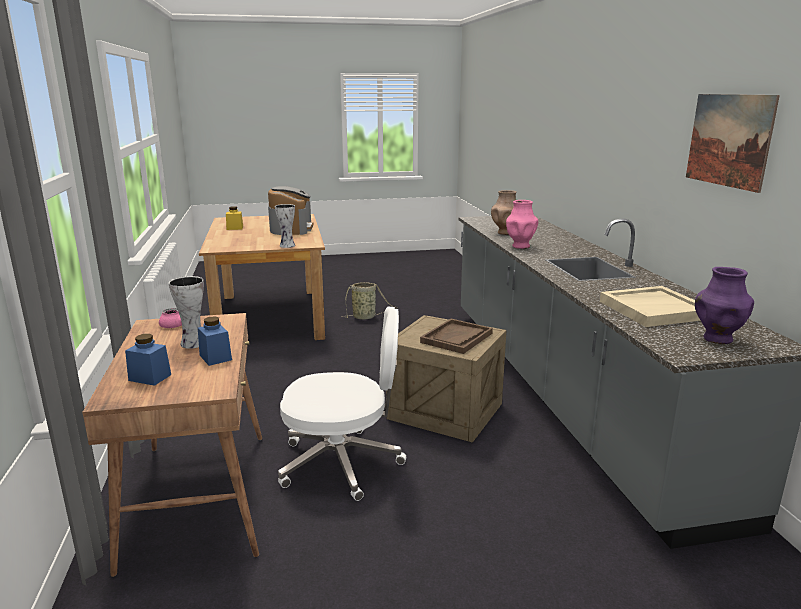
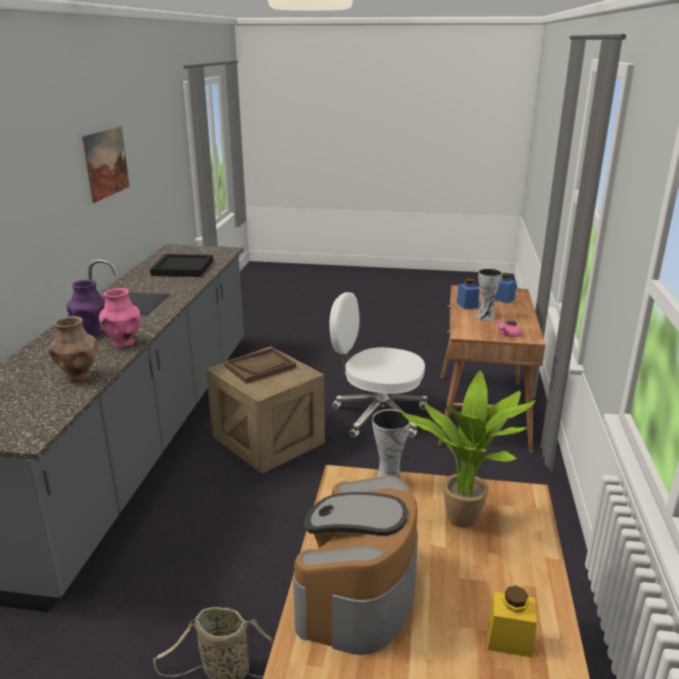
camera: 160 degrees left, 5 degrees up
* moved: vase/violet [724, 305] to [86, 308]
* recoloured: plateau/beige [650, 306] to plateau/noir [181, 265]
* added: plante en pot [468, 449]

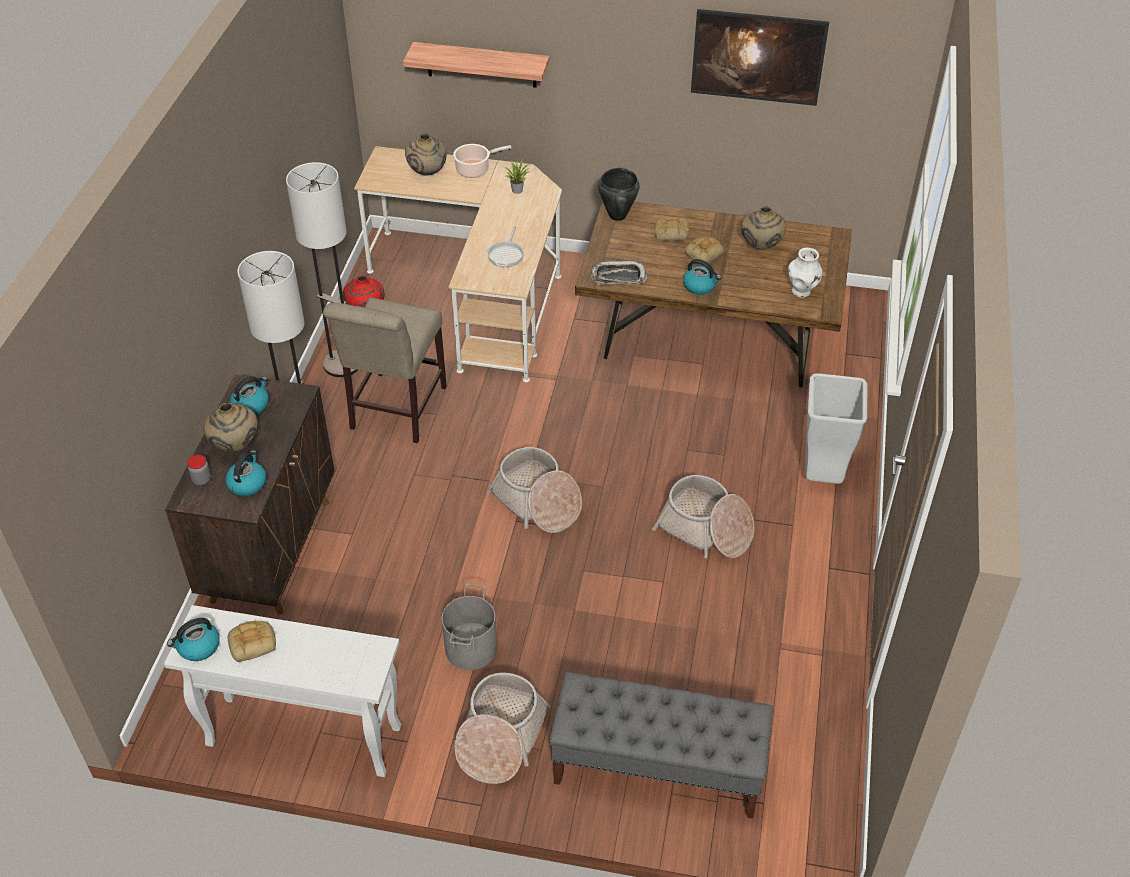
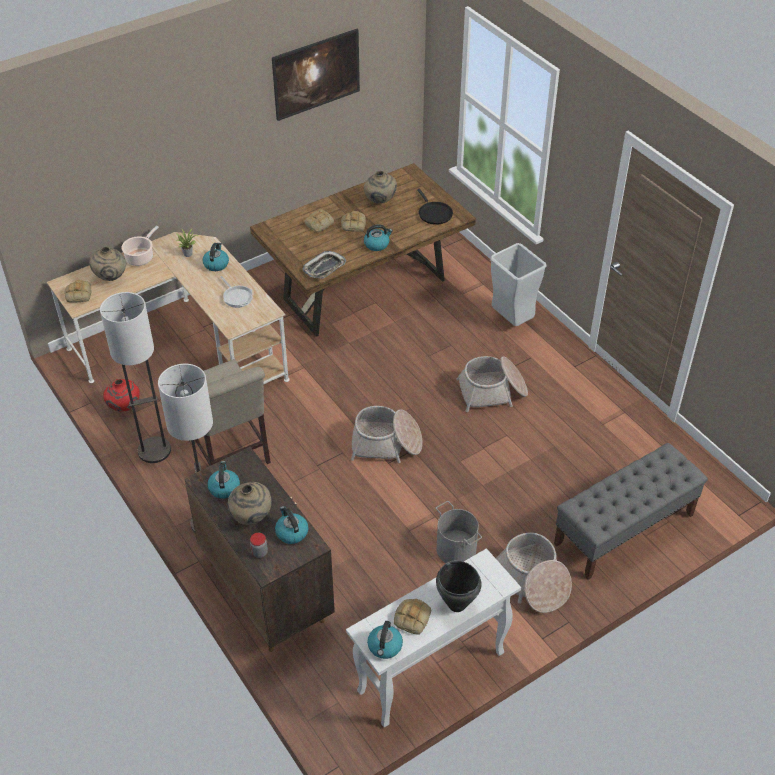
camera: 45 degrees left, 0 degrees up
* added: pain [78, 291]
* added: bouilloire [216, 257]
* replaced: vase/blanc [805, 272] to poêle/noir [435, 207]
* moved: marmite/noir [619, 194] to [459, 586]
* removed: étagère [476, 65]

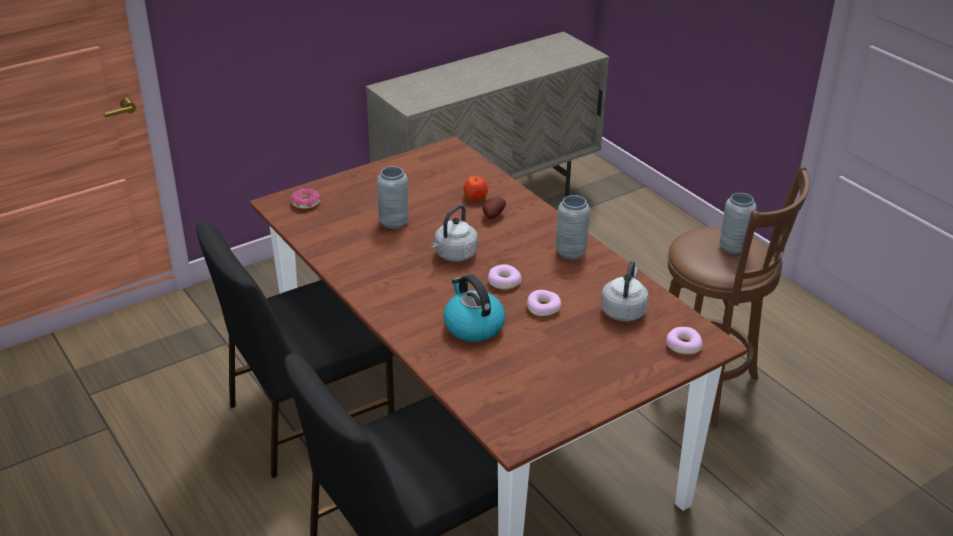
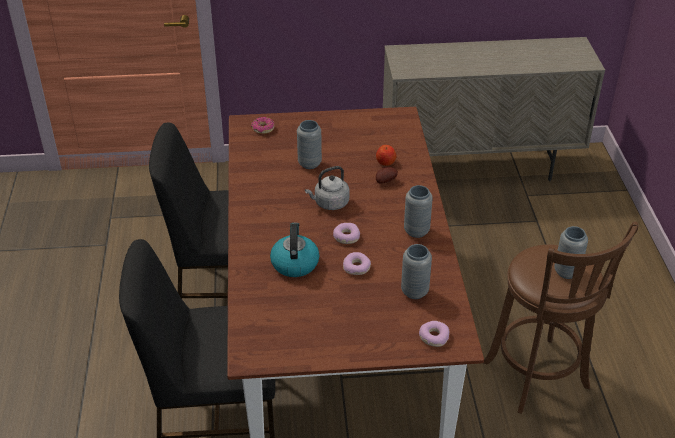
camera: 30 degrees right, 5 degrees up
* replaced: bouilloire/gris [625, 291] to vase/gris [416, 271]

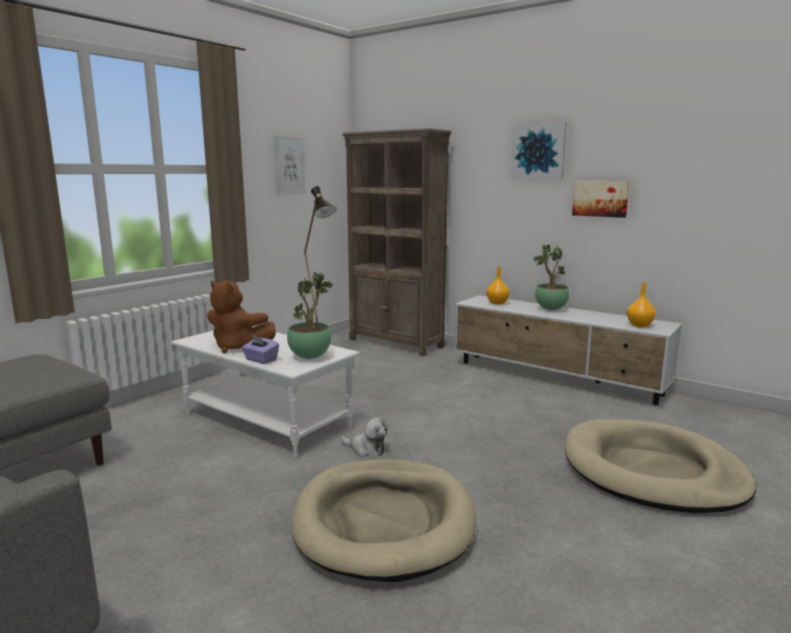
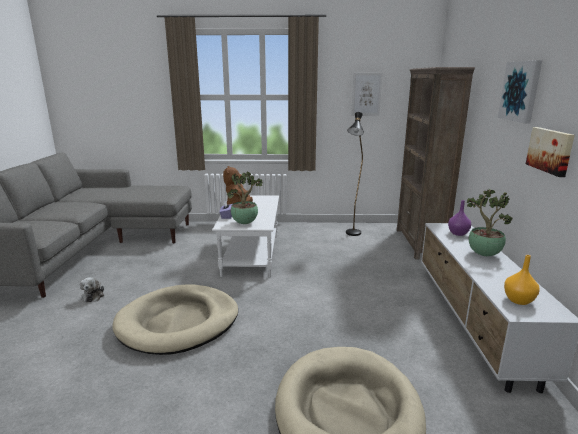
camera: 55 degrees right, 5 degrees up
* moved: peluche [364, 437] to [92, 289]
* recoloured: vase/orange [498, 285] to vase/violet [459, 218]

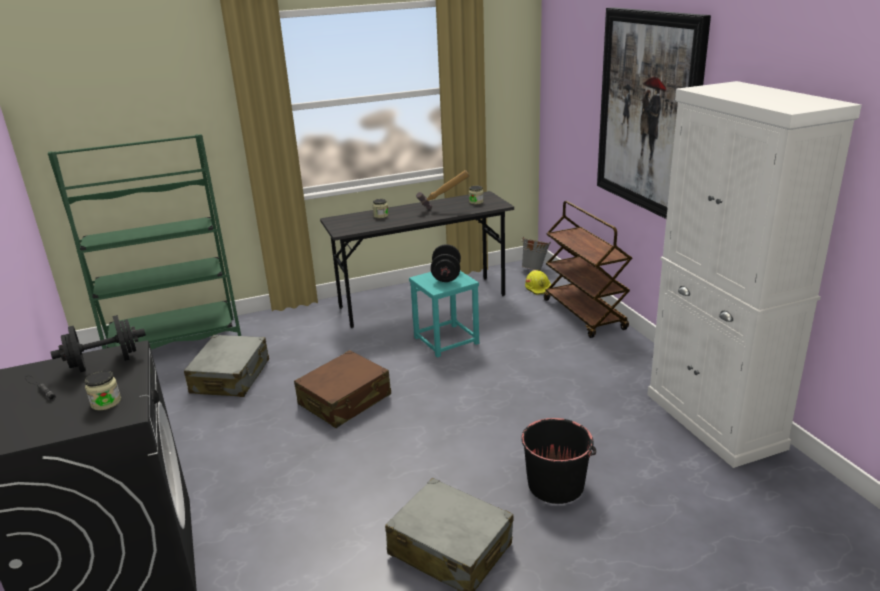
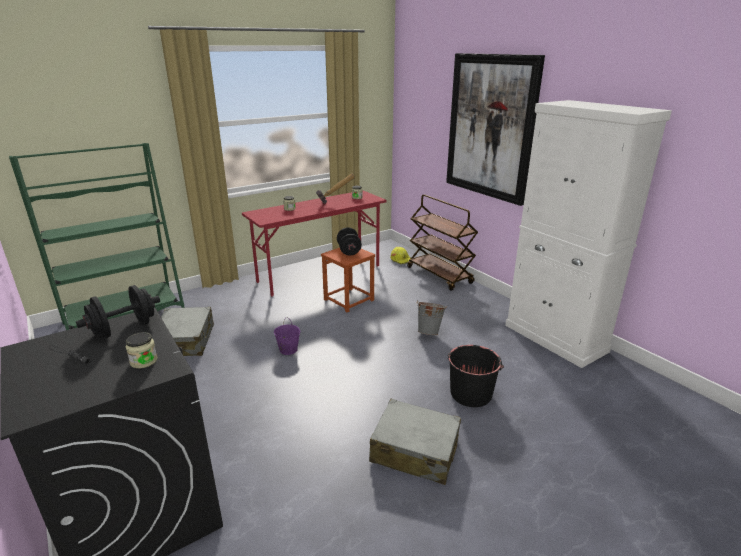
camera: 15 degrees left, 0 degrees up
* recoloured: bureau/gris [417, 259] to bureau/rouge [314, 244]
* replaced: valise/marron [342, 389] to seau/violet [287, 336]
* recoloured: tabouret/turquoise [444, 314] to tabouret/marron [348, 280]
* moved: seau/gris [536, 253] to [432, 317]

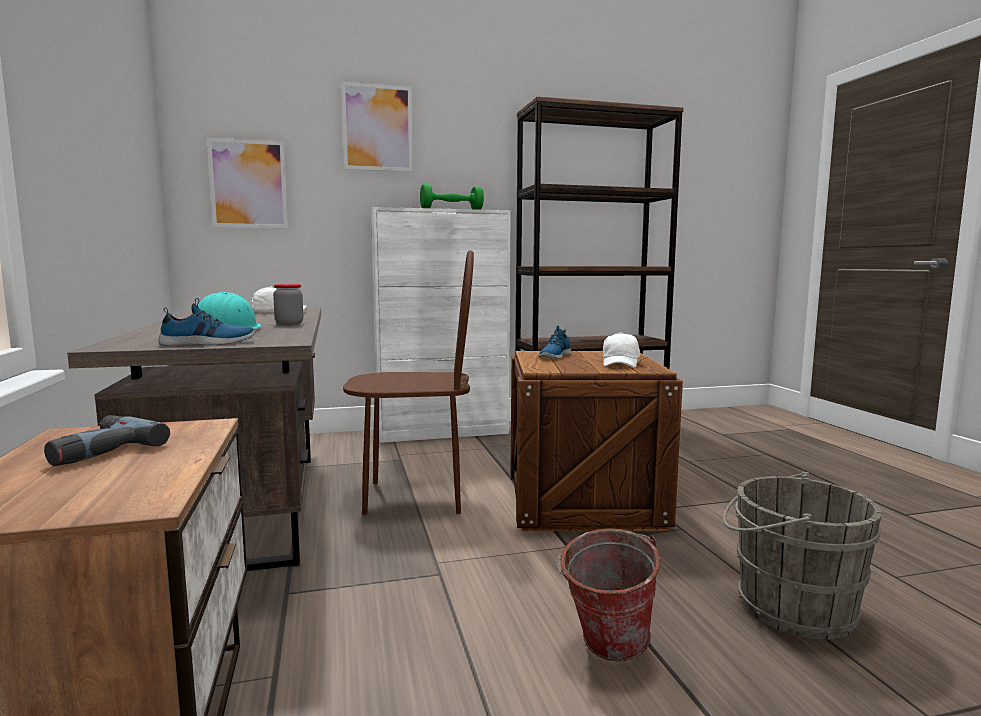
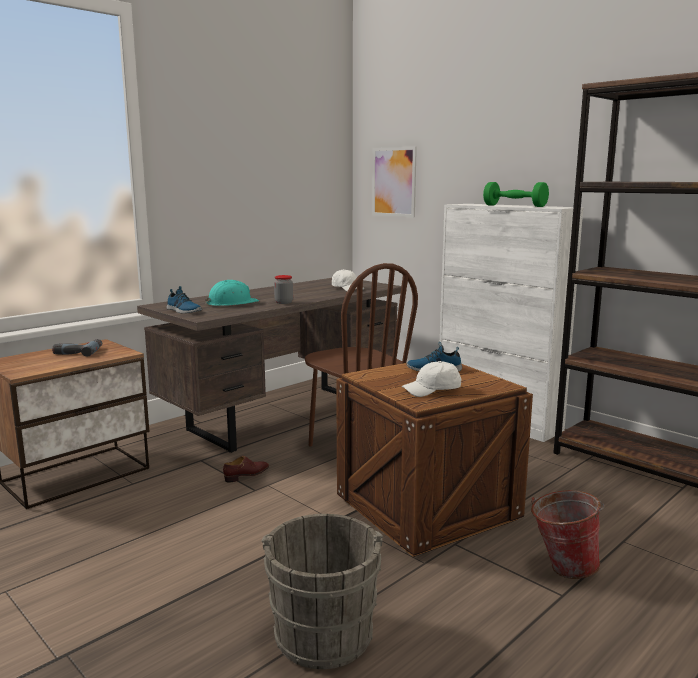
camera: 60 degrees right, 5 degrees up
* added: chaussure/marron [246, 469]
* moved: seau [608, 594] to [568, 534]
* removed: tableau [377, 127]

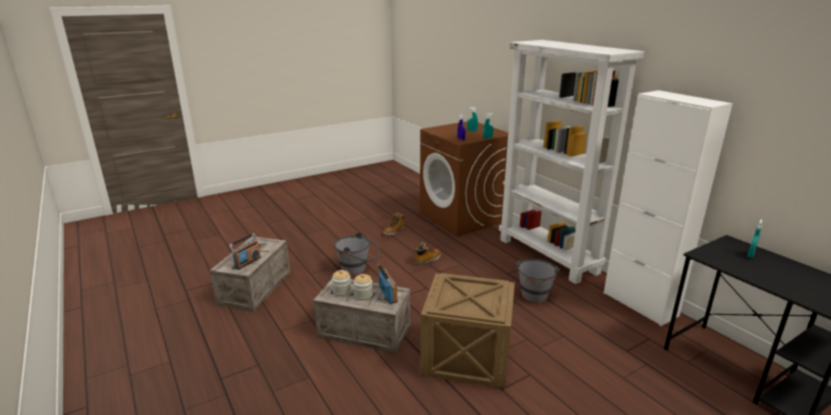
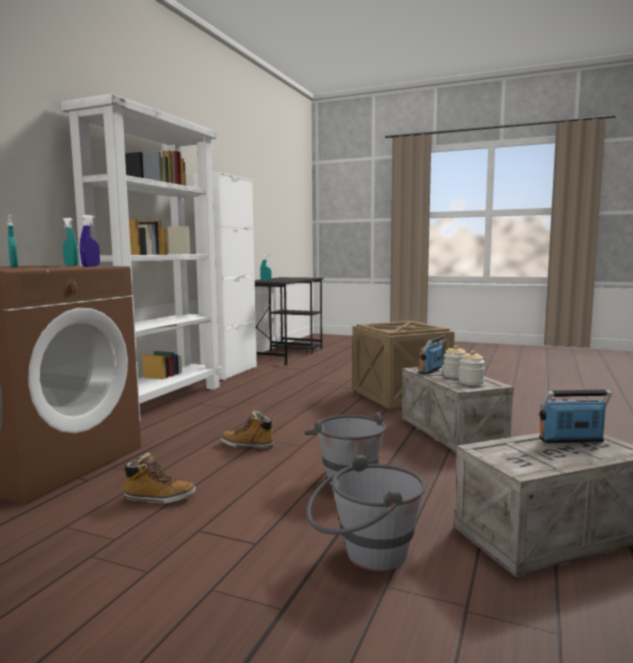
camera: 125 degrees left, 15 degrees down
* moved: seau/gris [538, 281] to [366, 513]

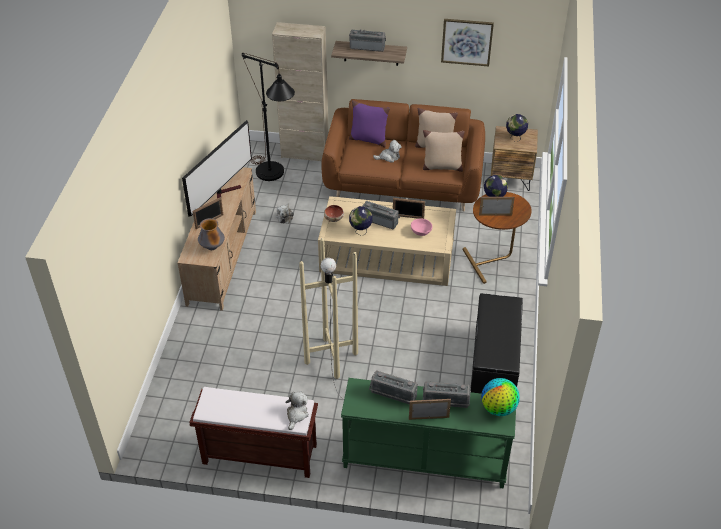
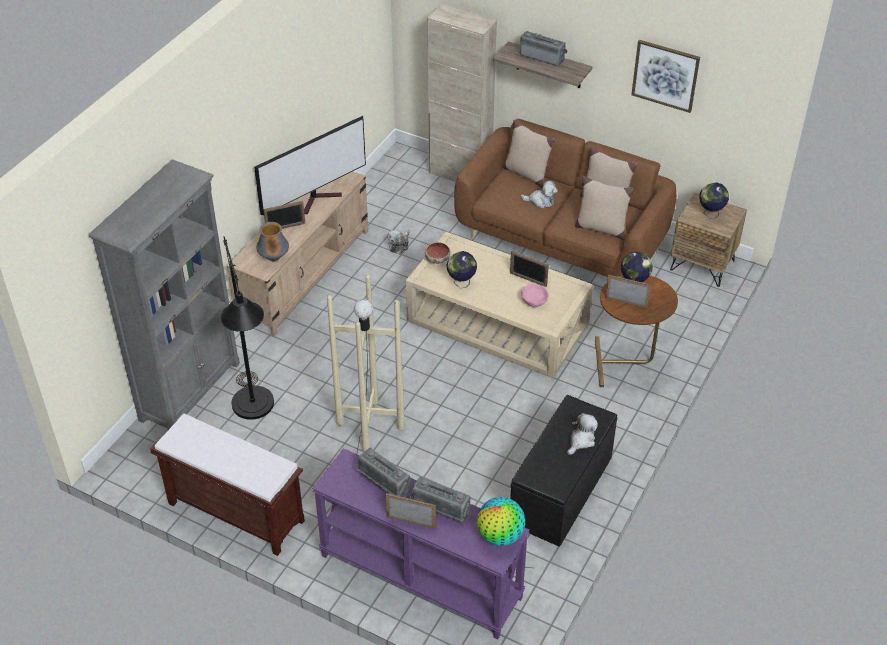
camera: 20 degrees right, 0 degrees up
* added: bibliothèque/gris [164, 294]
* moved: lampadaire/noir [268, 117] to [247, 328]
* recoloured: table console/vert [428, 433] to table console/violet [421, 543]
* recoloured: coussin/violet [369, 124] to coussin/beige [529, 154]
* moved: peluche [297, 410] to [582, 434]
* removed: radio [381, 215]

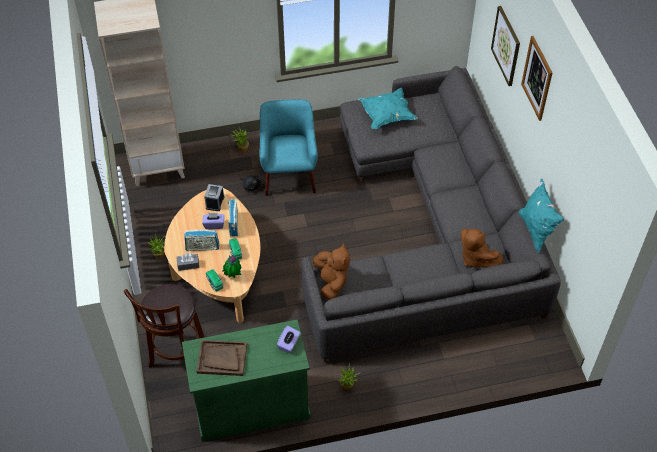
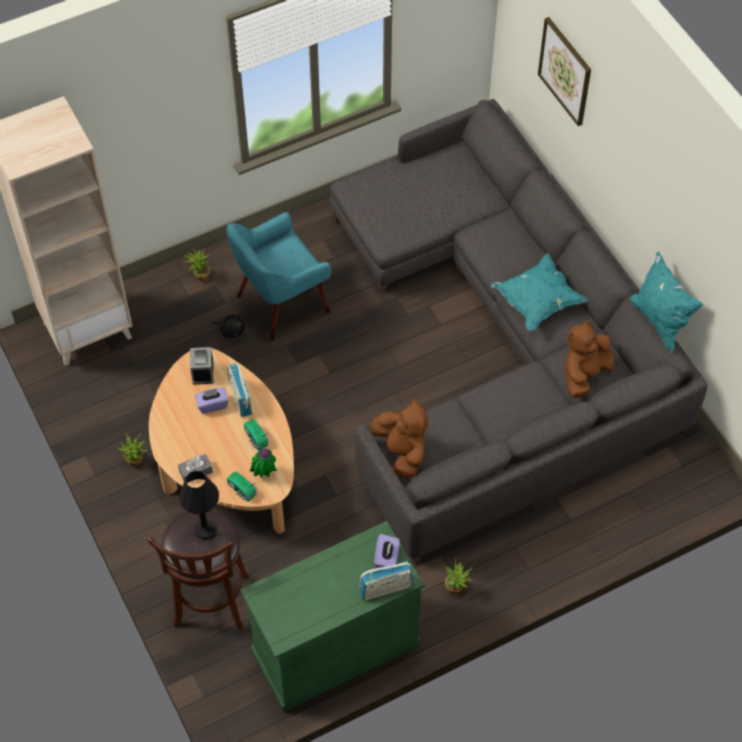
camera: 15 degrees left, 5 degrees up
* added: lampe de table/noir [199, 505]
* turned: fauteuil/turquoise [289, 147] = [279, 276] 105 degrees counterclockwise
* moved: radio [201, 240] to [386, 580]
* moved: coussin/turquoise [388, 108] to [539, 292]
* turned: peluche/marron [482, 247] = [589, 359] 90 degrees clockwise
* removed: plateau/marron [222, 358]
* removed: tableau [536, 78]

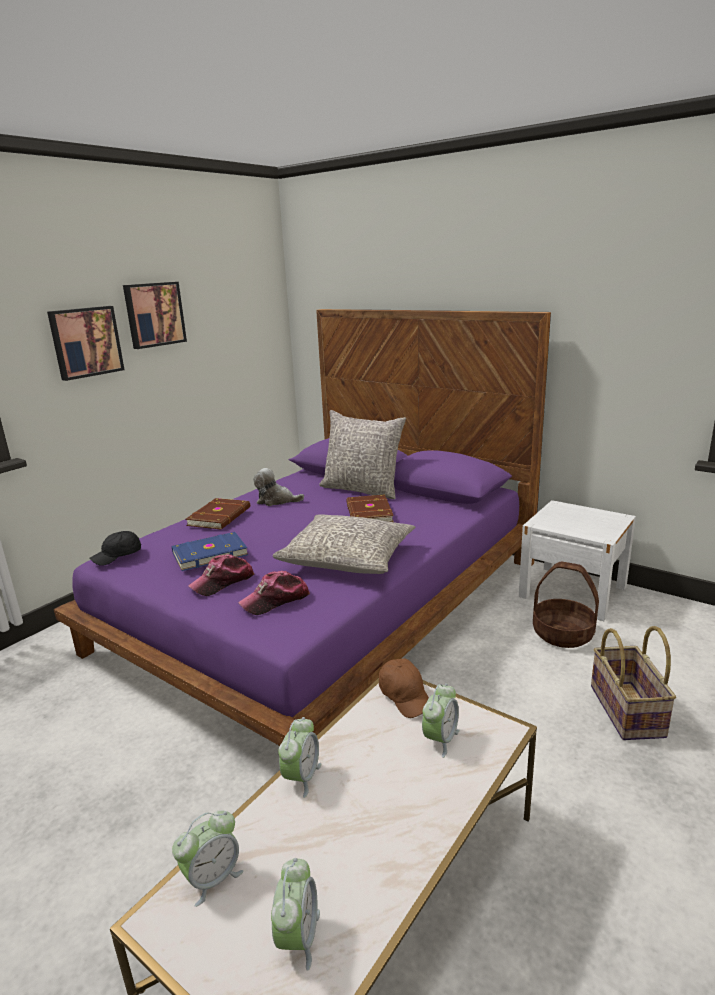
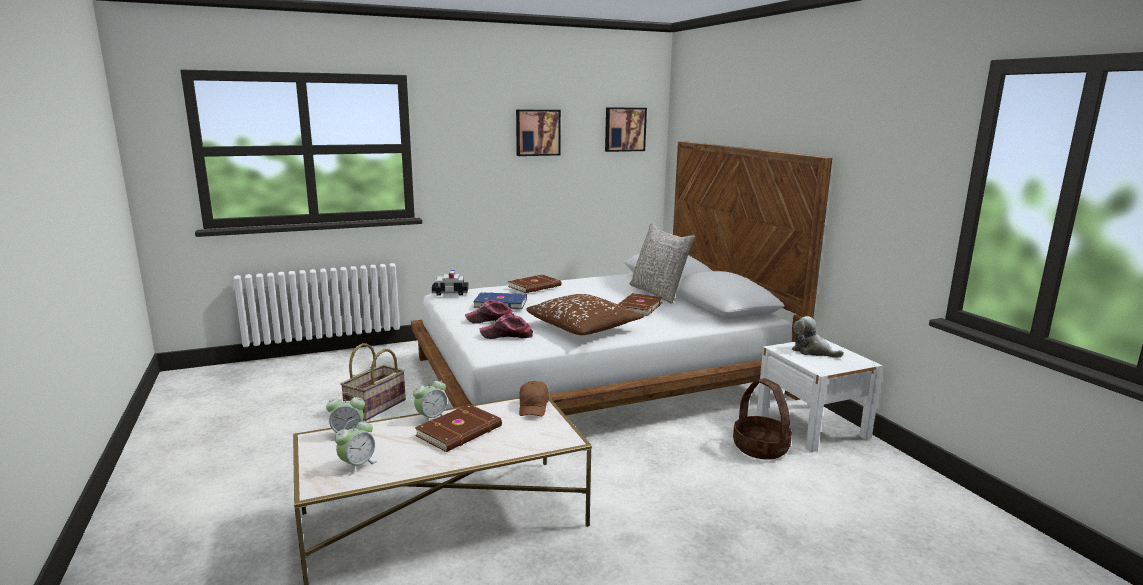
camera: 30 degrees right, 5 degrees down
* moved: panier [633, 683] to [373, 382]
* recoloured: lit/violet [302, 527] to lit/blanc [621, 278]
* added: livre/marron [458, 428]
* replaced: casquette/noir [115, 548] to petite voiture [450, 283]
* recoloured: coussin/gris [344, 544] to coussin/marron [585, 314]
* moved: tableau [85, 343] to [626, 129]
* moved: peluche [278, 487] to [818, 337]
* removed: réveil [440, 720]

